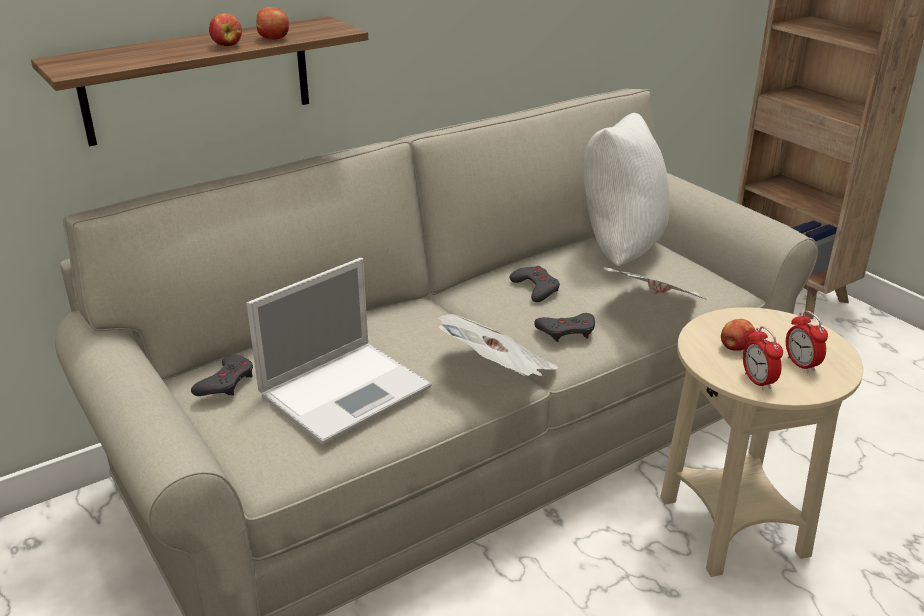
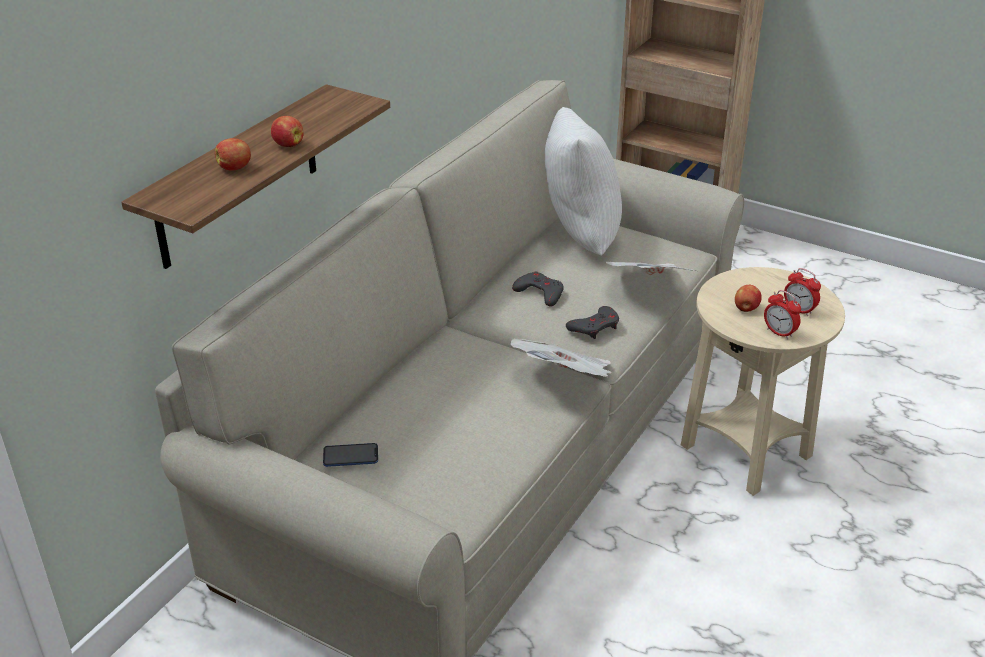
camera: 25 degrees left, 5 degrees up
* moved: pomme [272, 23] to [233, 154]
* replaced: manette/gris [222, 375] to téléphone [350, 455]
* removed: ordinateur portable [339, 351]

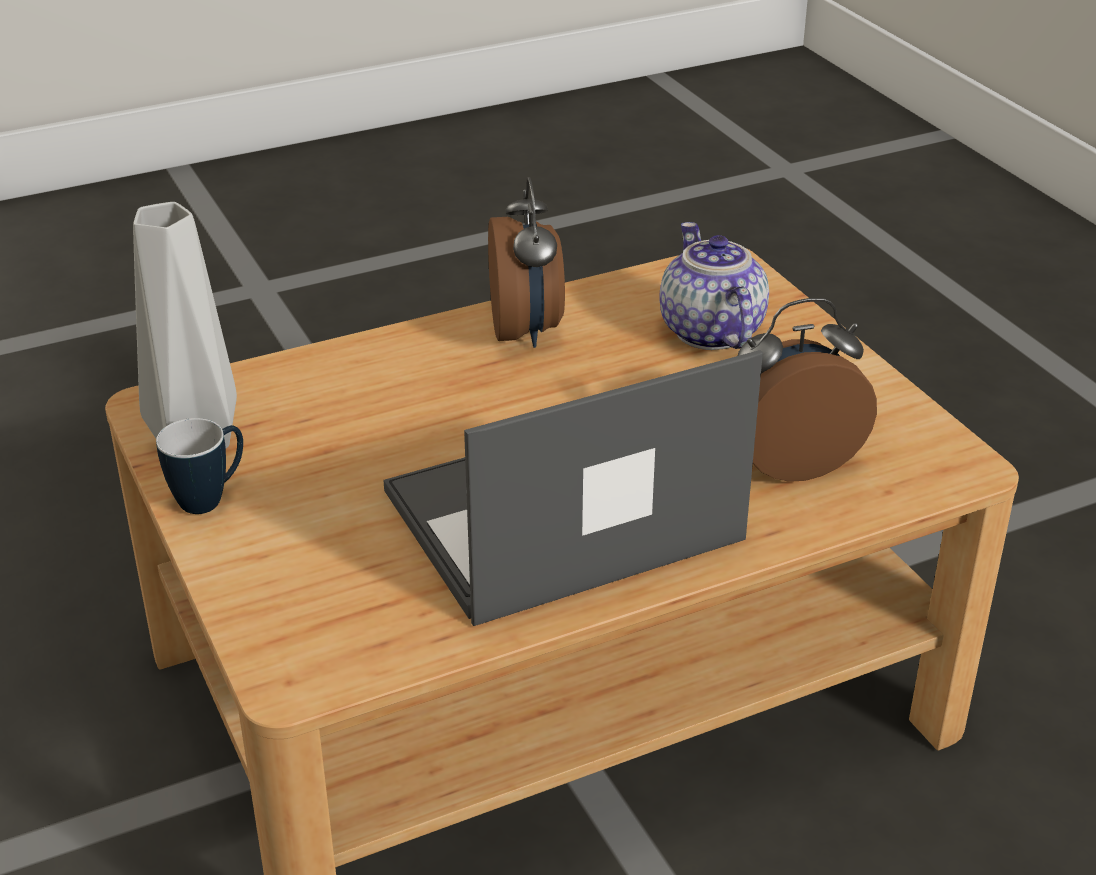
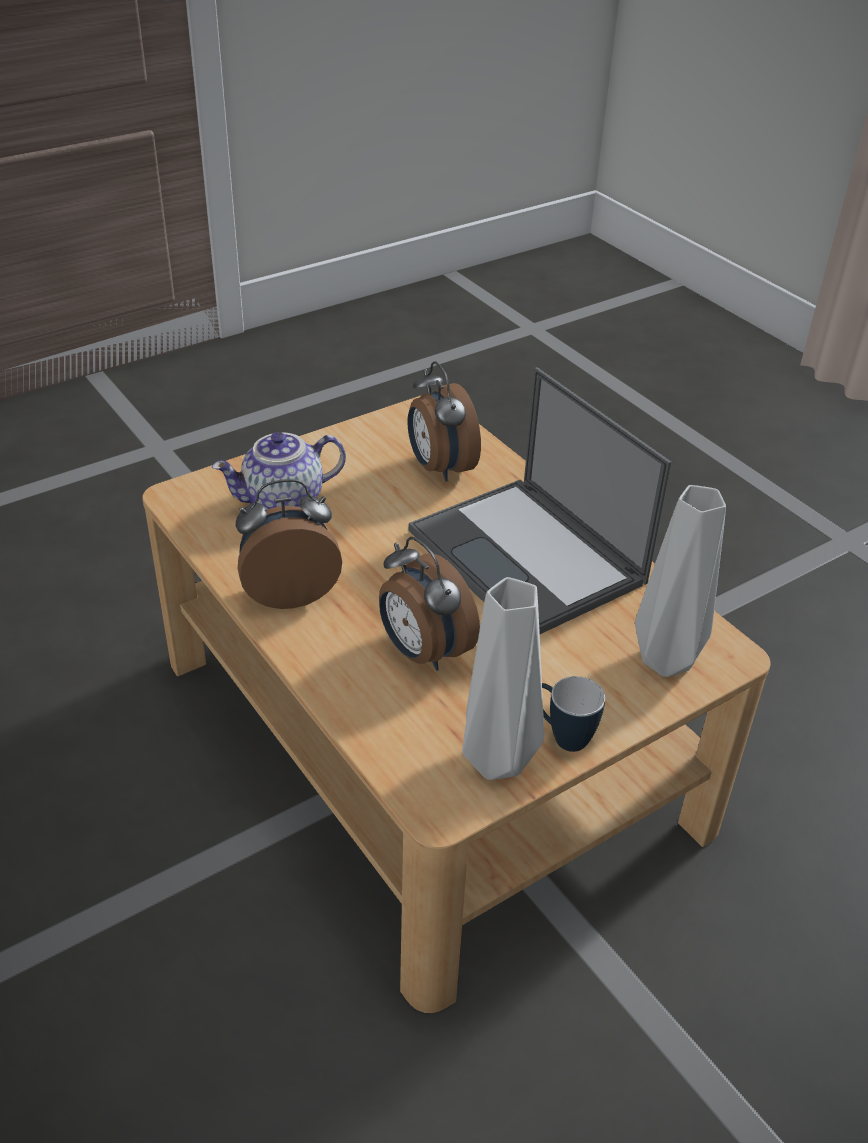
camera: 100 degrees left, 5 degrees up
* added: réveil [429, 604]
* added: vase/gris [680, 581]

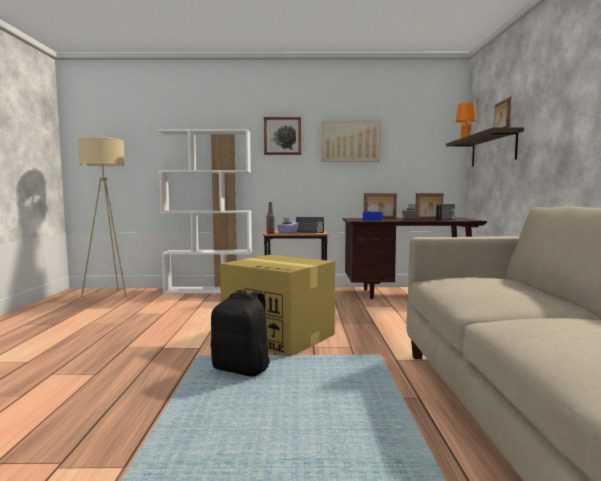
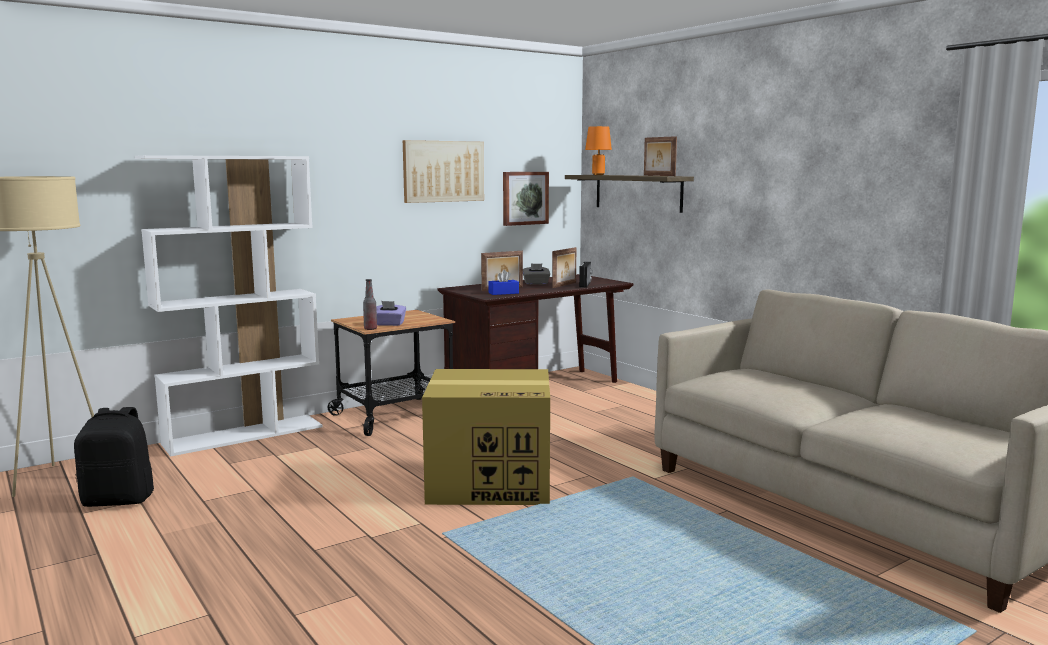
camera: 35 degrees left, 5 degrees up
* moved: sac à dos/noir [240, 333] to [114, 457]
* moved: tableau [282, 136] to [526, 199]
* removed: radio [310, 225]

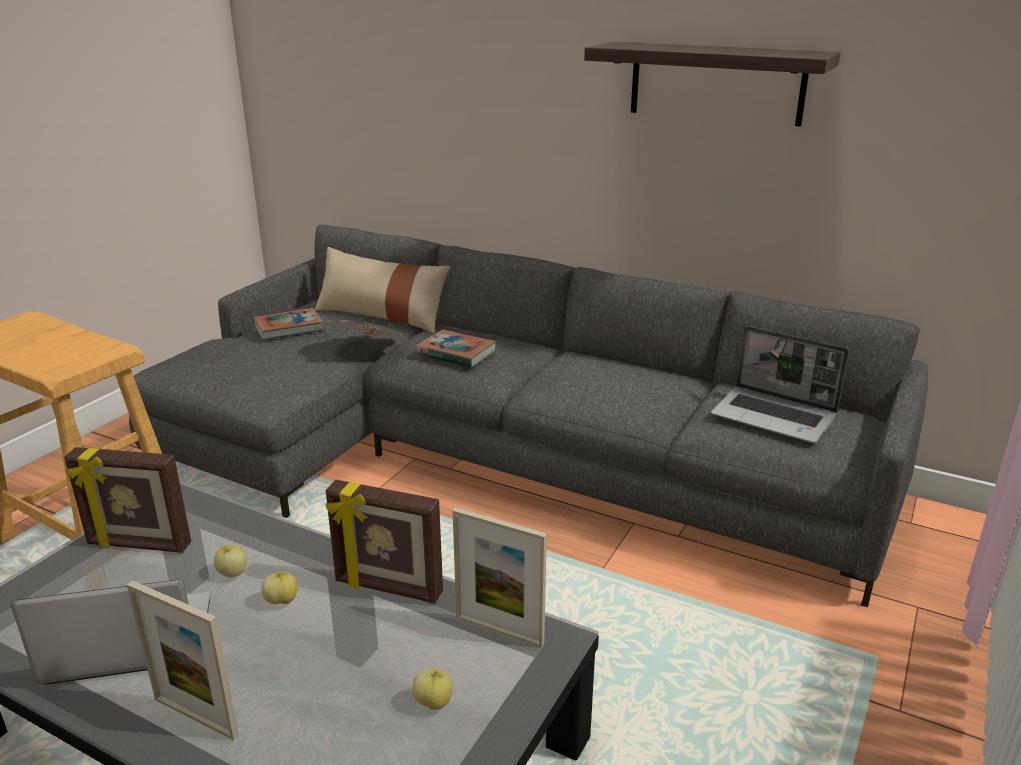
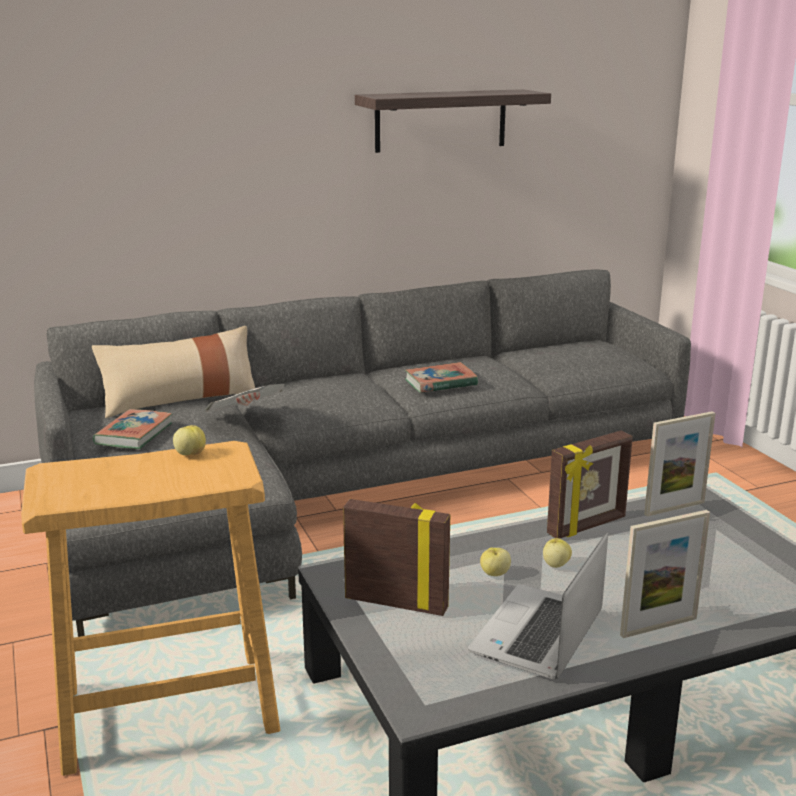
camera: 50 degrees left, 5 degrees down
* moved: pomme [432, 689] to [189, 440]
* turned: cadre photo [127, 500] = [397, 557] 120 degrees counterclockwise
* moved: livre [456, 349] to [441, 377]
* removed: ordinateur portable [780, 384]

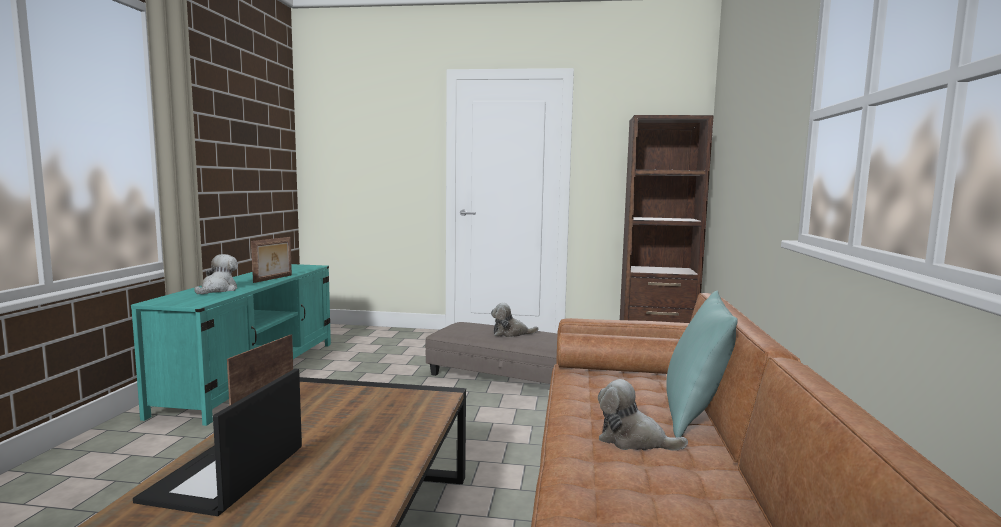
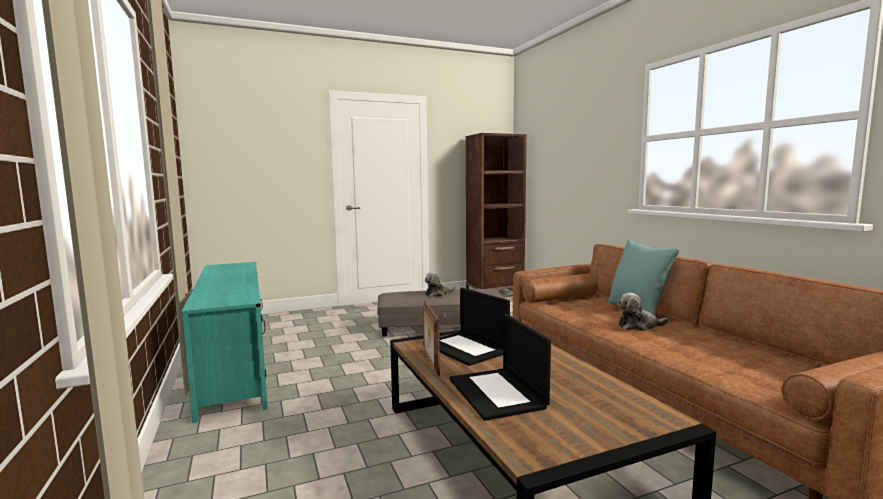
camera: 30 degrees left, 0 degrees up
* added: ordinateur portable [466, 327]
* removed: peluche [216, 274]
* removed: cadre photo [271, 260]

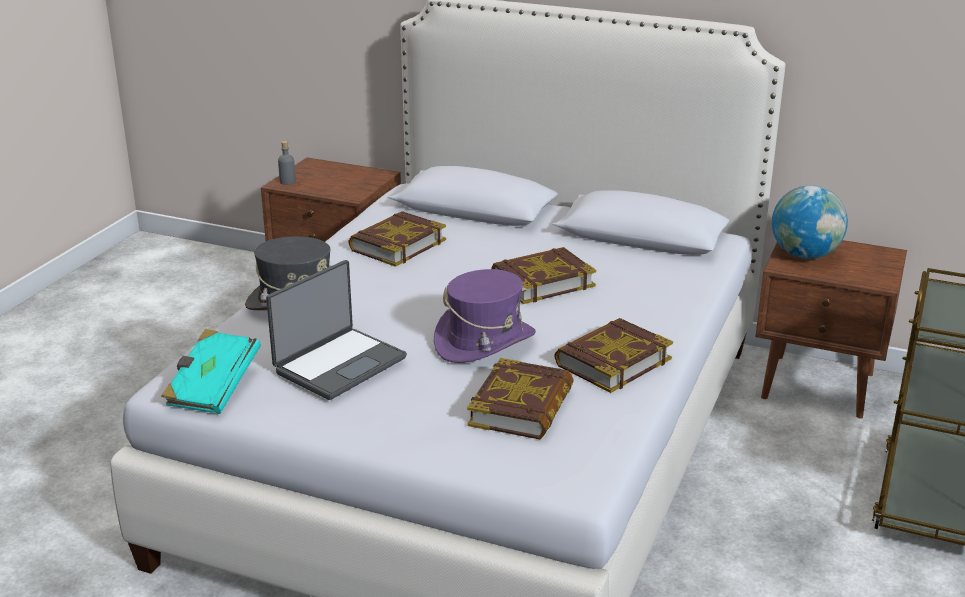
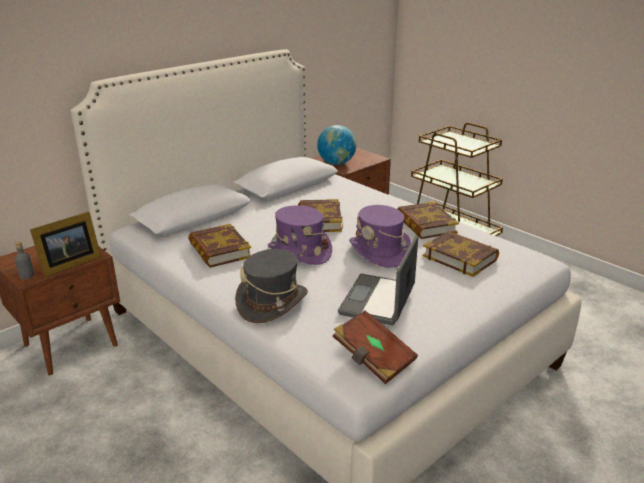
camera: 65 degrees left, 0 degrees up
* added: cadre photo [65, 244]
* added: chapeau/violet [300, 235]
* recoloured: livre/turquoise [211, 371] to livre/marron [375, 347]
* turned: ordinateur portable [336, 330] = [378, 280] 135 degrees counterclockwise

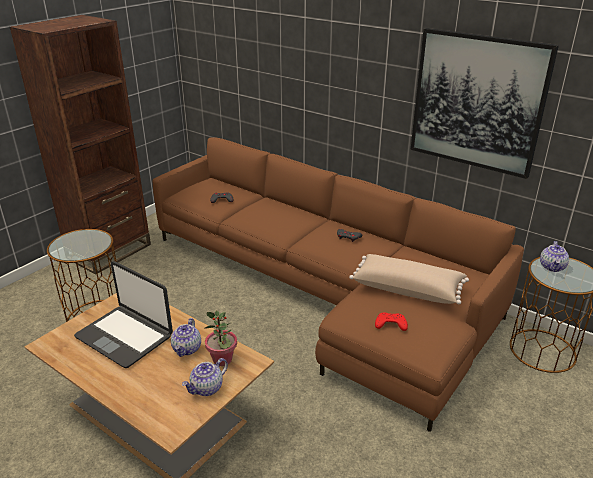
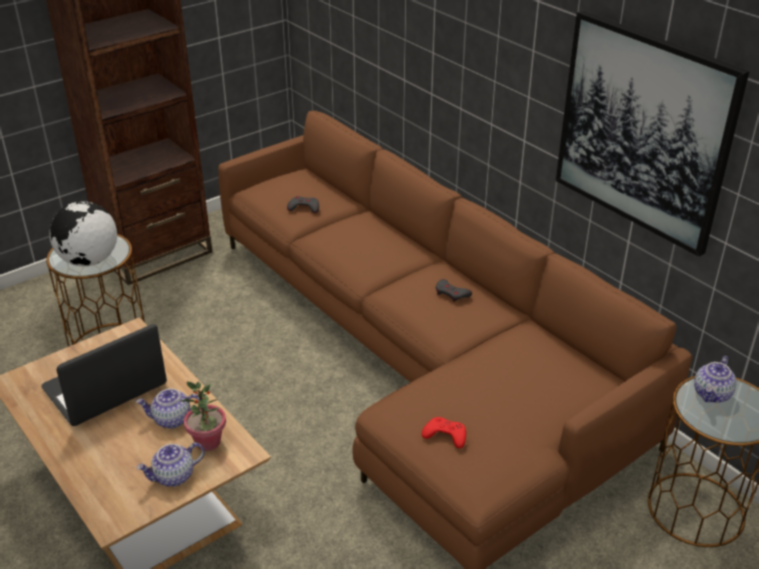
camera: 15 degrees right, 5 degrees up
* turned: ordinateur portable [123, 314] = [104, 375] 90 degrees clockwise
* added: globe [83, 234]
* turned: théière [186, 337] = [168, 408] 60 degrees clockwise
* removed: coussin/beige [409, 279]

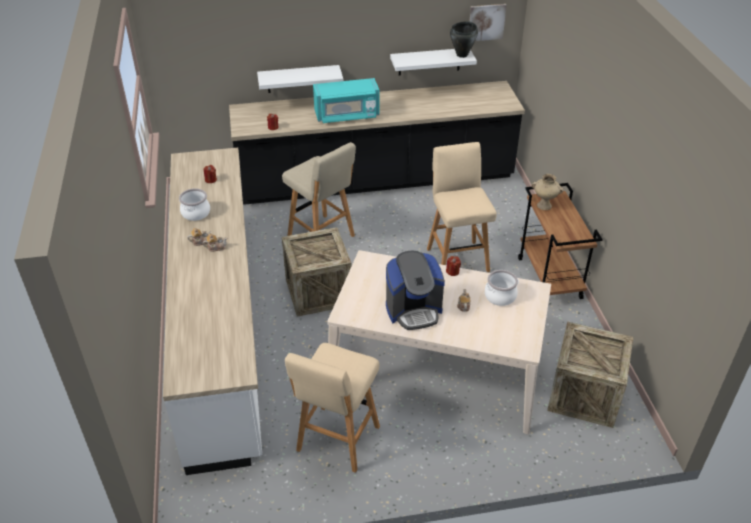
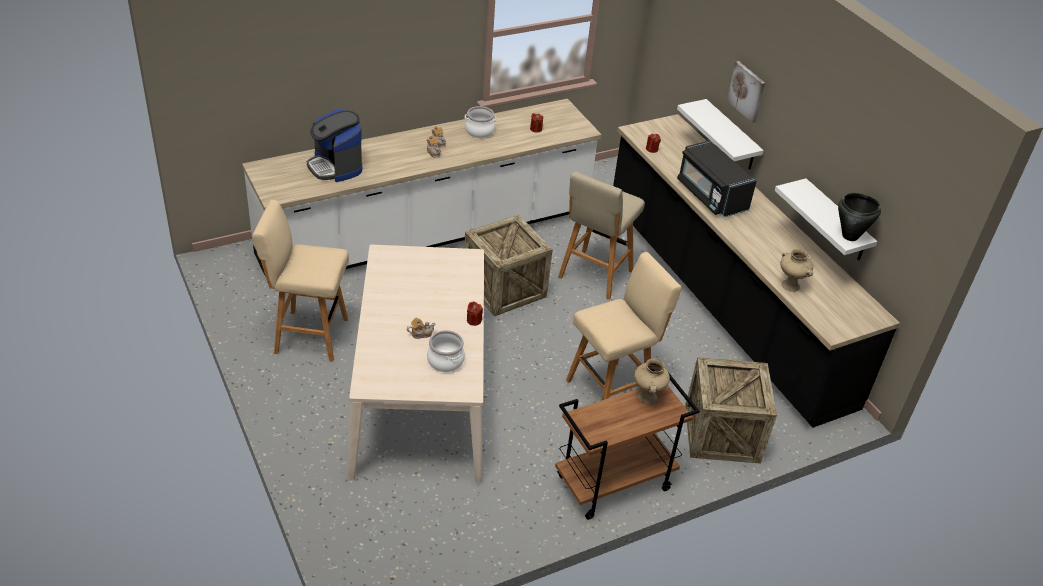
camera: 70 degrees right, 0 degrees up
* moved: machine à café [415, 290] to [334, 145]
* recoloured: micro-ondes/turquoise [346, 100] to micro-ondes/noir [717, 179]
* moved: caisse [590, 375] to [731, 410]
* moved: tableau [488, 22] to [746, 92]
* added: vase/beige [796, 270]

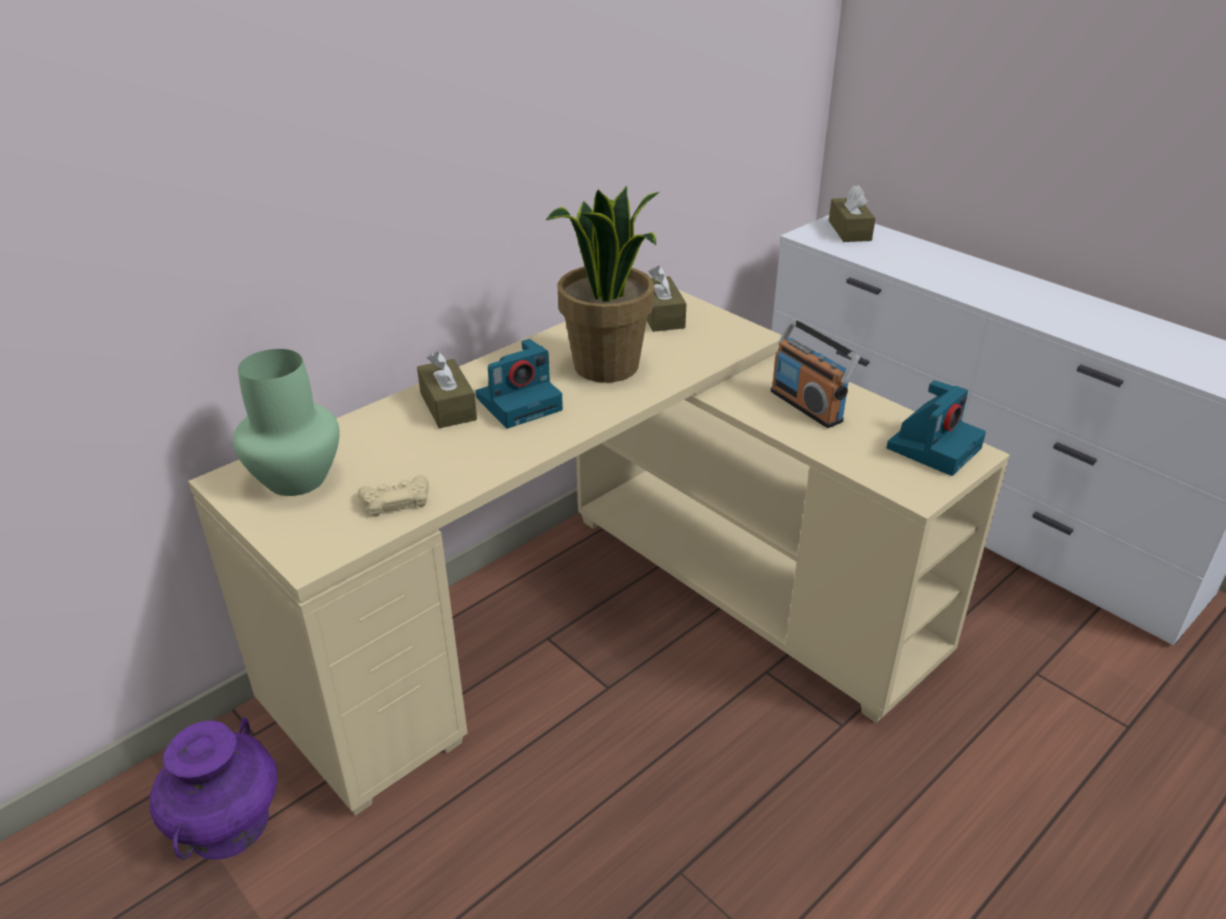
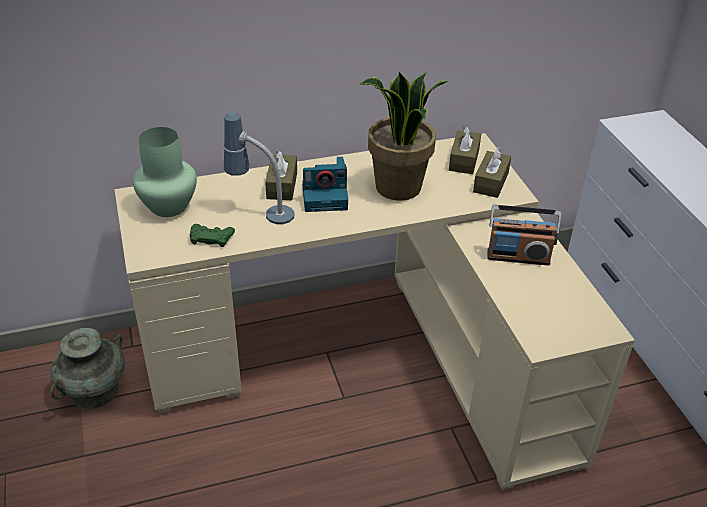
camera: 25 degrees right, 5 degrees up
* recoloured: vase/violet [213, 788] to vase/turquoise [87, 368]
* recoloured: manette/beige [393, 496] to manette/vert [212, 235]
* added: lampe de table [259, 168]
* moved: boîte à mouchoirs/marron [852, 213] to [492, 172]
* turned: radio [815, 373] = [524, 235] 75 degrees counterclockwise
* removed: appareil photo [936, 428]

